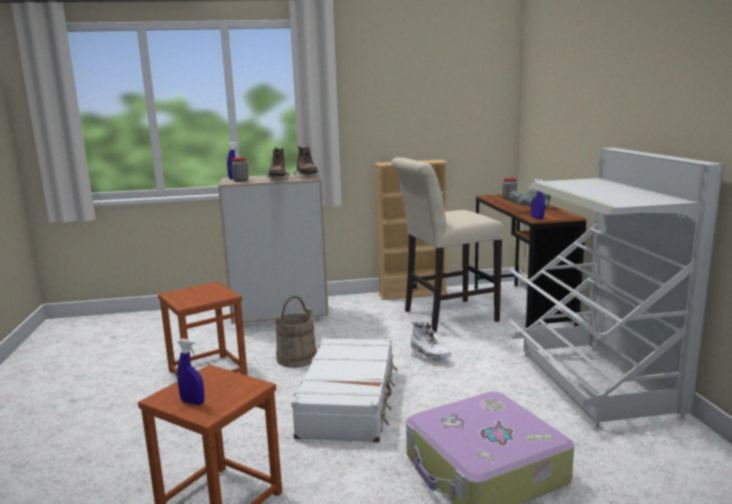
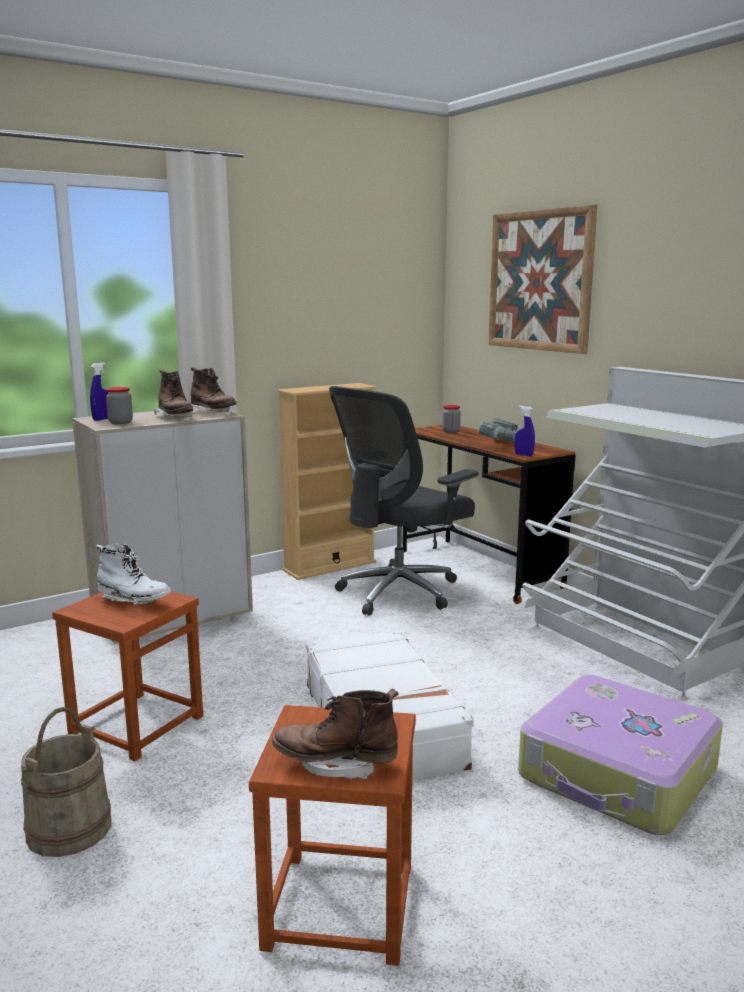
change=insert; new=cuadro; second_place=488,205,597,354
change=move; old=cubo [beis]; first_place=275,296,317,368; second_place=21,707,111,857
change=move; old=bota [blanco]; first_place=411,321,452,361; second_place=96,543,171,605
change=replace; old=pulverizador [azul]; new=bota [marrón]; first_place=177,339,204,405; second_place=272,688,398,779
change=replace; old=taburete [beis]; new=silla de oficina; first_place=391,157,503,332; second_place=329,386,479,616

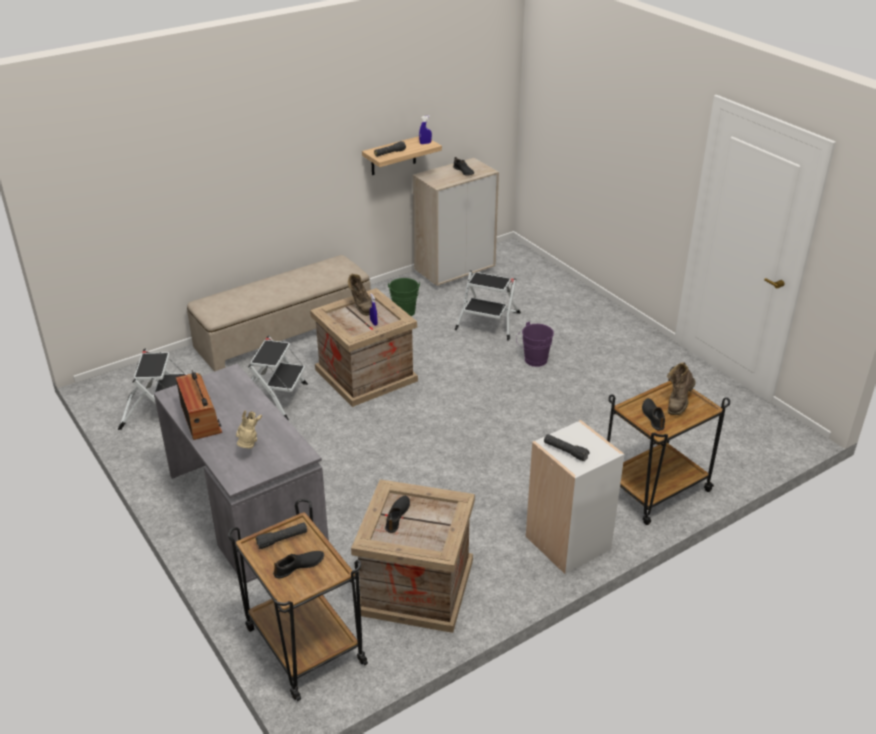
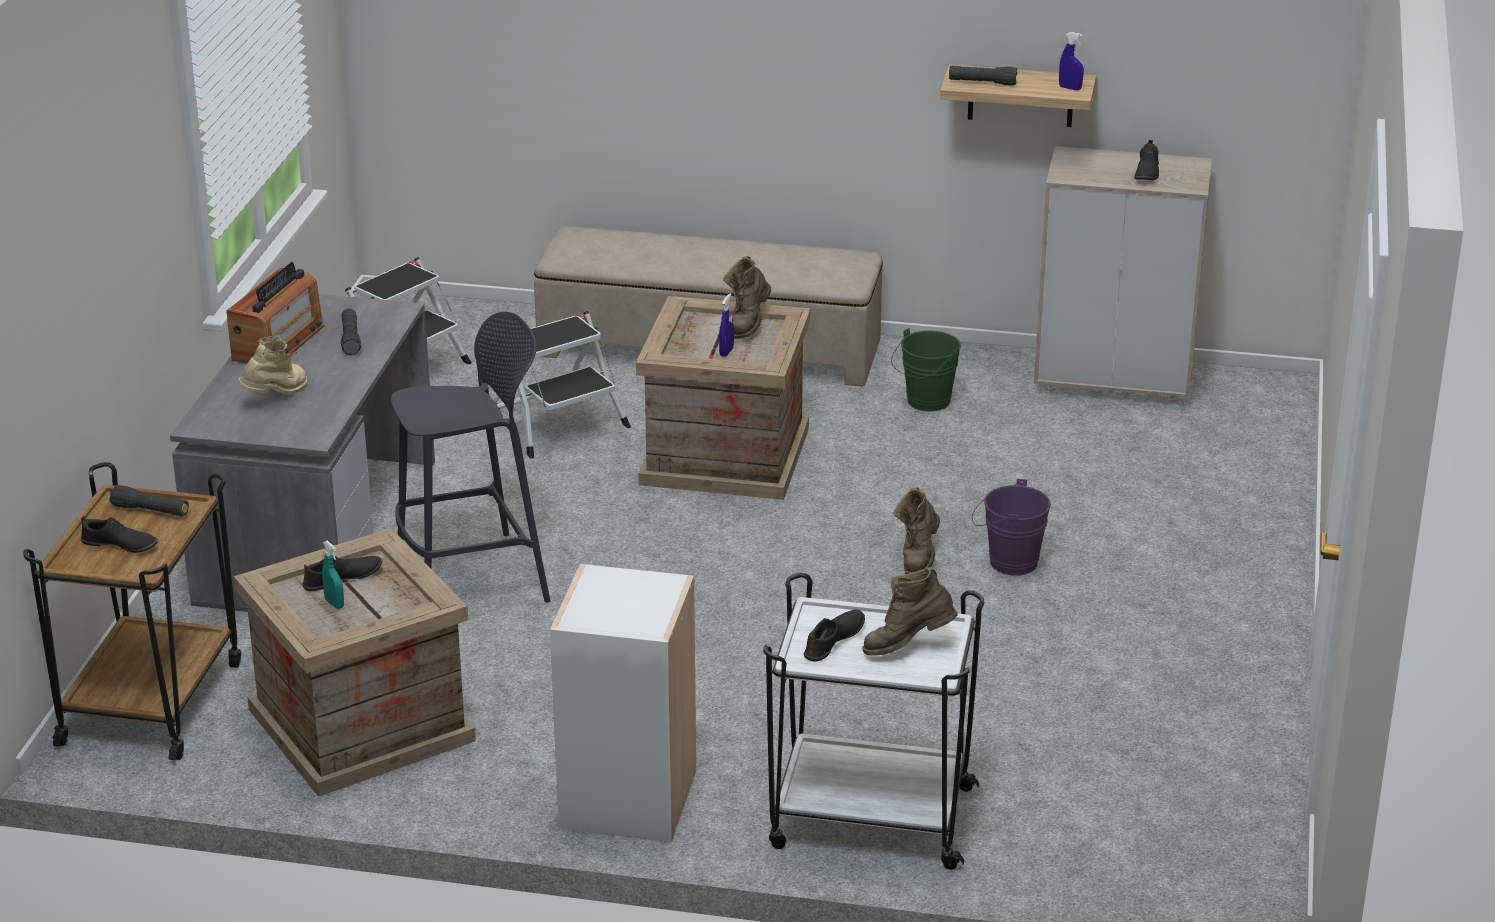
change=delete; old=escalera de tijera; first_place=455,271,521,341
change=insert; new=pulverizador [turquesa]; second_place=322,541,344,609
change=insert; new=taburete [gris]; second_place=391,312,550,603
change=insert; new=bota [marrón]; second_place=894,487,940,574
change=move; old=linterna [negro]; first_place=544,434,589,461; second_place=341,309,361,355
change=recolor; old=carrito [marrón]; new=carrito [blanco]; first_place=607,366,730,525; second_place=763,573,984,870

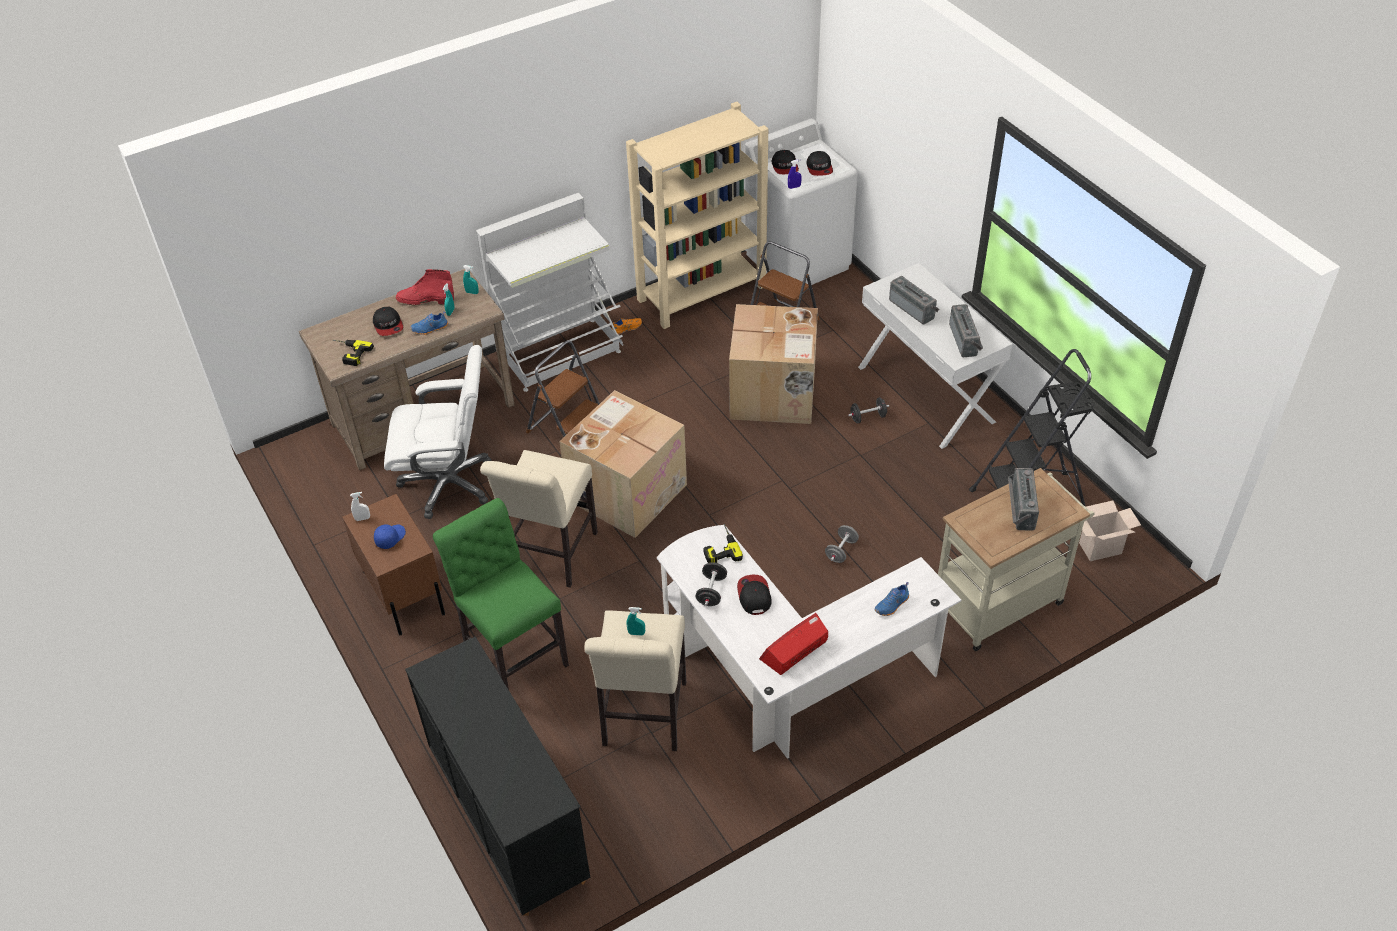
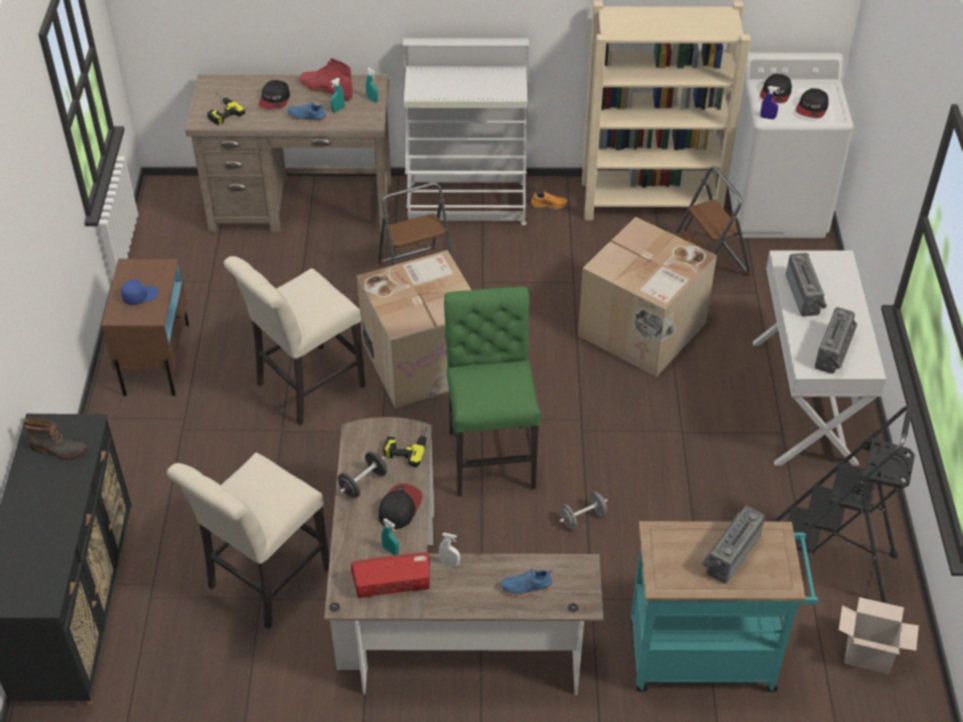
change=delete; old=silla de oficina [blanco]; first_place=384,345,492,519
change=delete; old=mancuerna [negro]; first_place=848,397,889,424
change=insert; new=bota; second_place=23,418,87,460
change=move; old=pulverizador [blanco]; first_place=350,492,370,521; second_place=439,533,460,567
change=move; old=taburete [verde]; first_place=433,498,569,690; second_place=444,286,540,496
change=move; old=pulverizador [turquesa]; first_place=627,607,645,636; second_place=381,519,399,555
change=recolor; old=escritorio [blanco]; new=escritorio [marrón]; first_place=657,525,961,759; second_place=324,417,603,695
change=recolor; old=carrito [beis]; new=carrito [turquesa]; first_place=938,468,1095,651; second_place=631,521,818,692

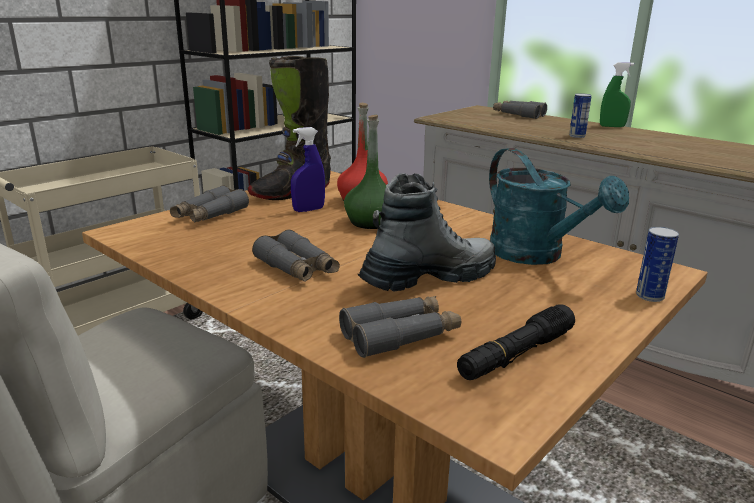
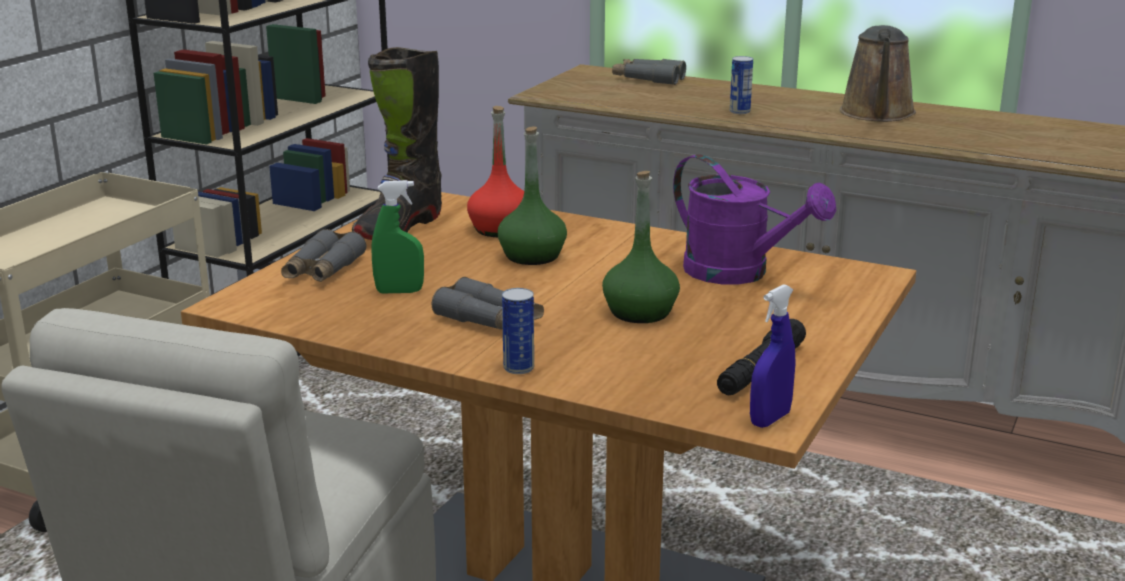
change=delete; old=prismáticos [gris]; first_place=339,296,461,358
change=insert; new=regadera [marrón]; second_place=840,25,916,122
change=move; old=pulverizador [azul]; first_place=291,127,325,212; second_place=750,284,796,428
change=move; old=pulverizador [verde]; first_place=600,62,634,127; second_place=371,180,424,293
change=move; old=lata; first_place=636,227,679,302; second_place=502,288,534,374
change=replace; old=bota; new=botella [verde]; first_place=358,173,496,292; second_place=602,171,680,323
change=recolor; old=regadera [turquesa]; new=regadera [morado]; first_place=489,148,629,265; second_place=673,154,836,284

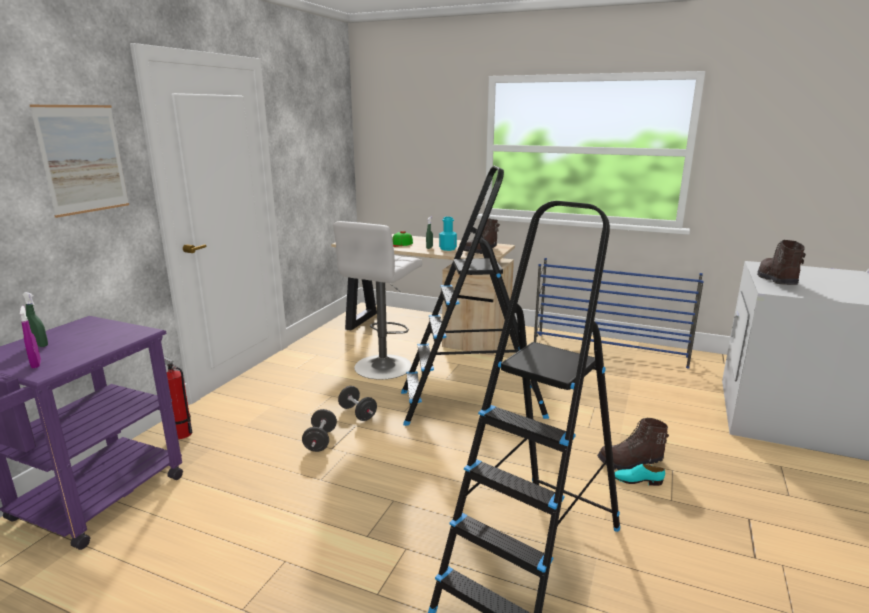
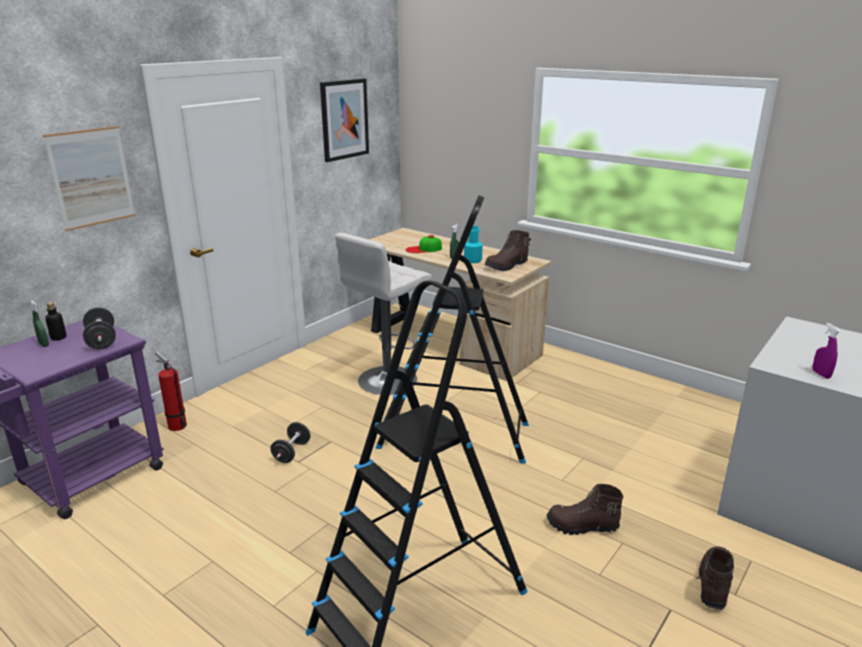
change=delete; old=zapatero [azul]; first_place=534,258,704,368
change=delete; old=zapato [turquesa]; first_place=615,464,665,486
change=insert; new=botella; second_place=45,302,67,341
change=insert; new=cuadro; second_place=320,78,369,162
change=move; old=pulverizador [morado]; first_place=20,306,41,368; second_place=813,323,841,379
change=move; old=mancuerna [negro]; first_place=338,386,377,421; second_place=83,307,116,349
change=move; old=bota [marrón]; first_place=757,240,806,285; second_place=696,546,734,610

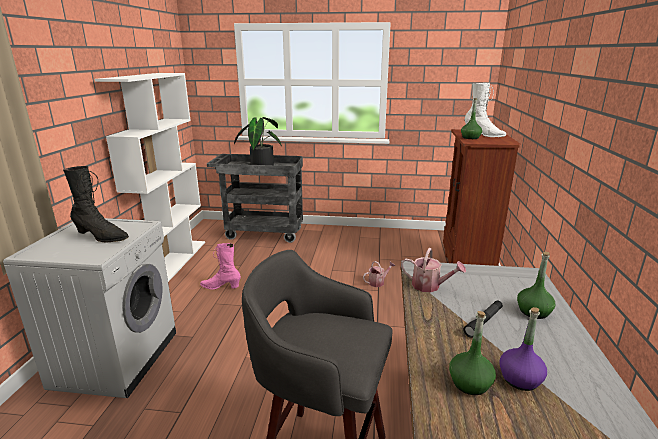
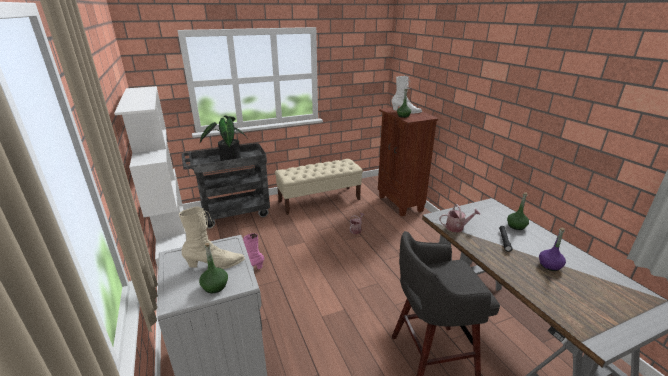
change=insert; new=banco [beis]; second_place=275,159,363,215
change=move; old=botella [verde]; first_place=449,311,496,395; second_place=199,243,228,293
change=recolor; old=bota [negro]; new=bota [beis]; first_place=63,166,129,243; second_place=179,206,245,269

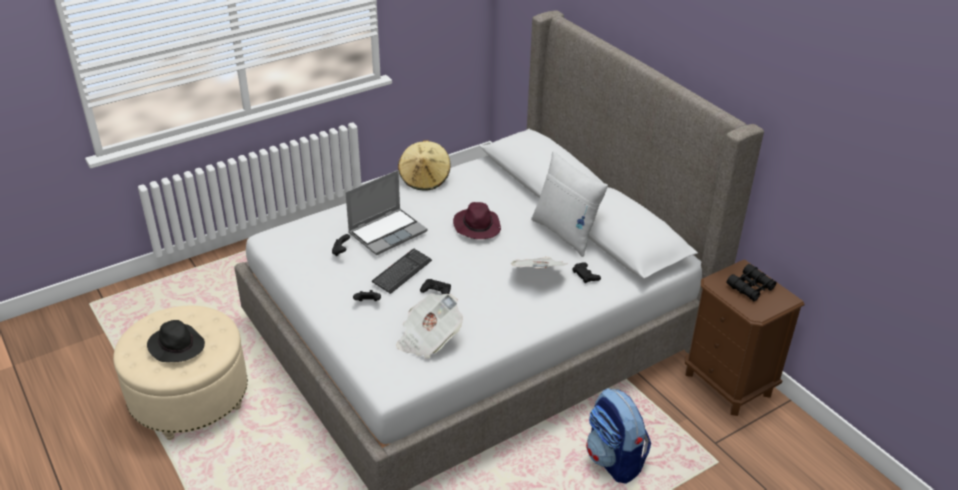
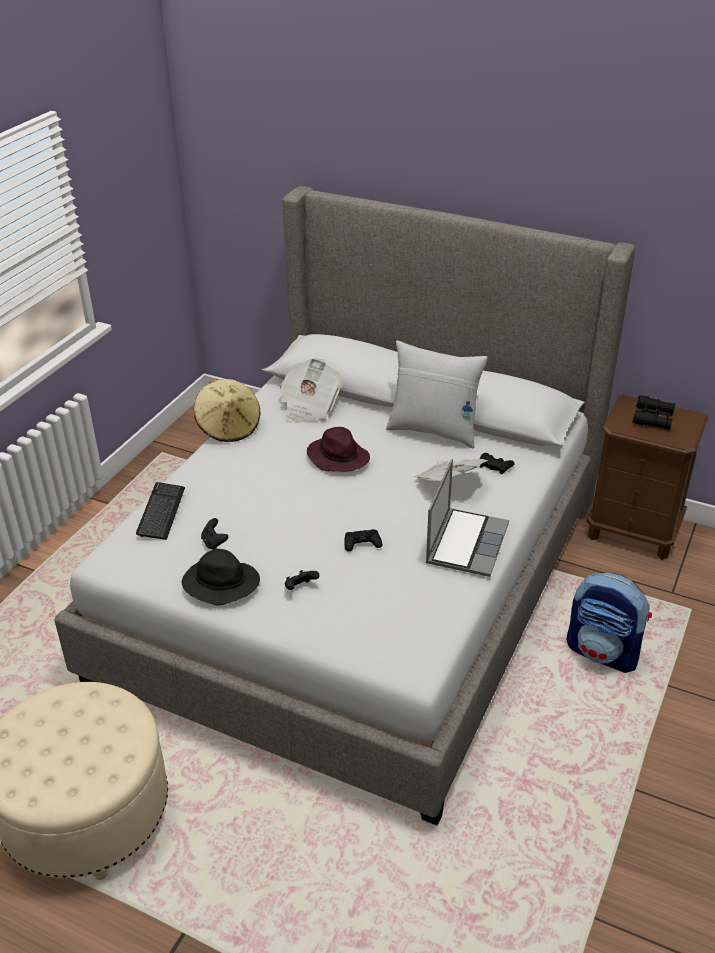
change=move; old=sombrero [negro]; first_place=147,320,205,362; second_place=182,549,260,606
change=move; old=portátil; first_place=345,170,427,255; second_place=426,459,509,577
change=move; old=teclado; first_place=372,249,432,294; second_place=136,482,185,540
change=move; old=periódico; first_place=396,293,463,359; second_place=280,358,342,423

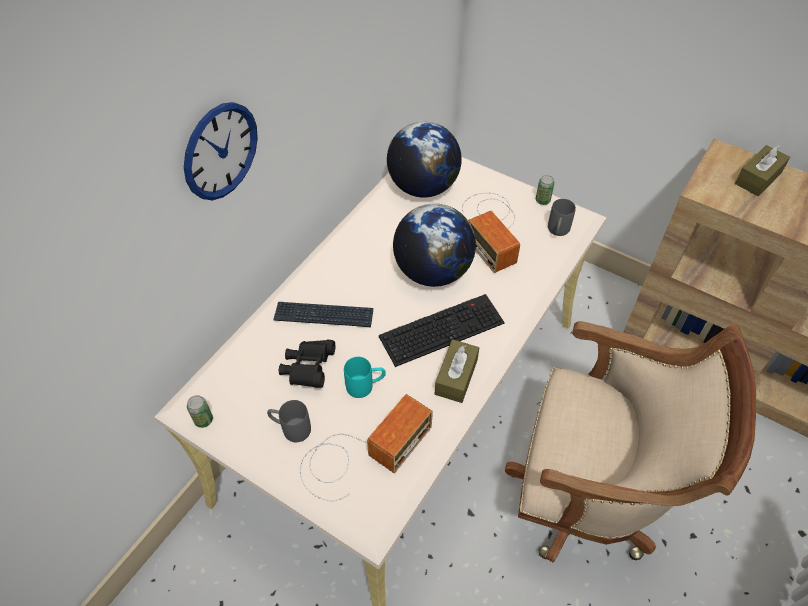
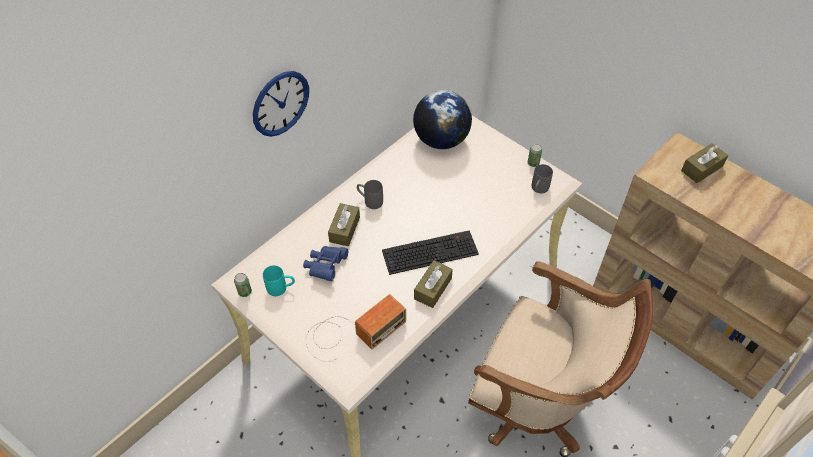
change=delete; old=globo terráqueo; first_place=393,204,476,287
change=delete; old=radio; first_place=462,193,520,273
change=move; old=taza grande [gris]; first_place=267,400,311,442; second_place=357,180,383,209
change=move; old=taza grande [turquesa]; first_place=344,357,386,398; second_place=263,265,295,296
change=replace; old=teclado; new=caja de pañuelos [marrón]; first_place=273,302,373,328; second_place=328,203,360,246
change=recolor; old=prismáticos [negro]; new=prismáticos [azul]; first_place=279,340,335,388; second_place=303,246,348,281

